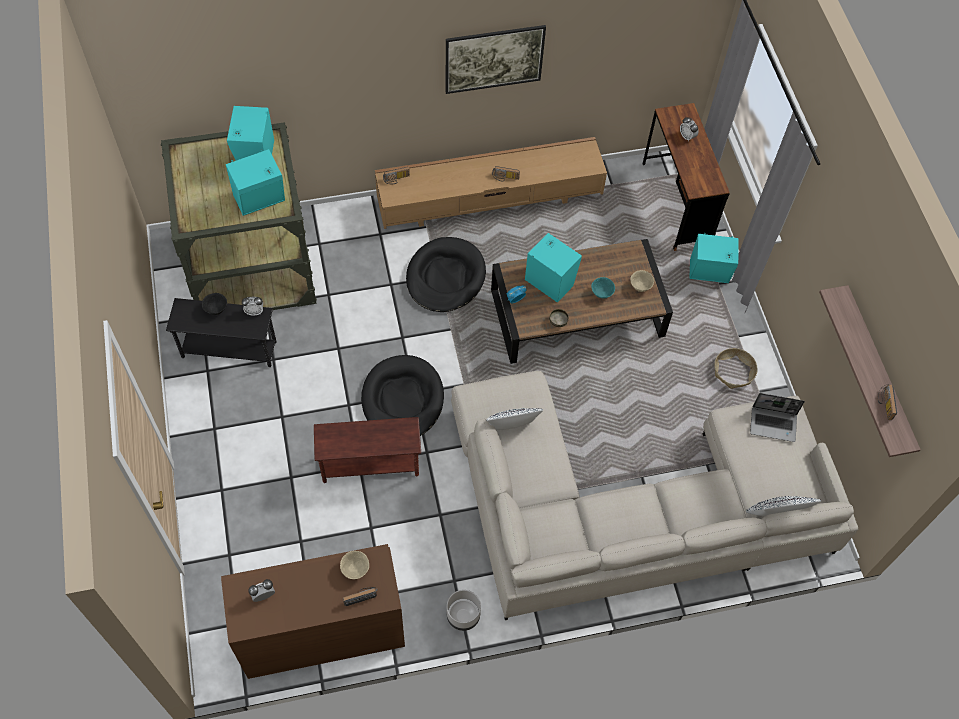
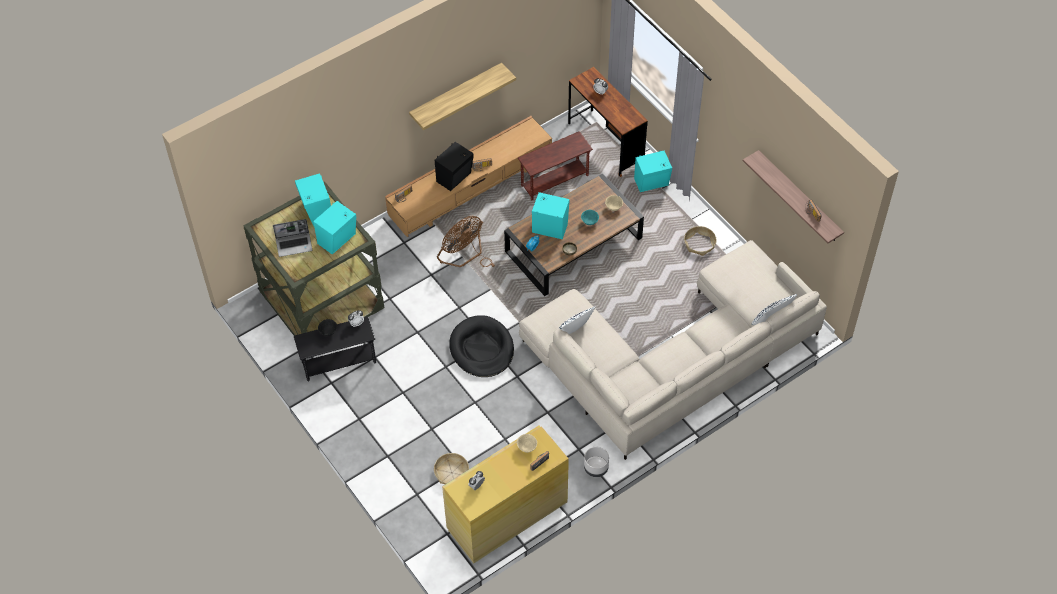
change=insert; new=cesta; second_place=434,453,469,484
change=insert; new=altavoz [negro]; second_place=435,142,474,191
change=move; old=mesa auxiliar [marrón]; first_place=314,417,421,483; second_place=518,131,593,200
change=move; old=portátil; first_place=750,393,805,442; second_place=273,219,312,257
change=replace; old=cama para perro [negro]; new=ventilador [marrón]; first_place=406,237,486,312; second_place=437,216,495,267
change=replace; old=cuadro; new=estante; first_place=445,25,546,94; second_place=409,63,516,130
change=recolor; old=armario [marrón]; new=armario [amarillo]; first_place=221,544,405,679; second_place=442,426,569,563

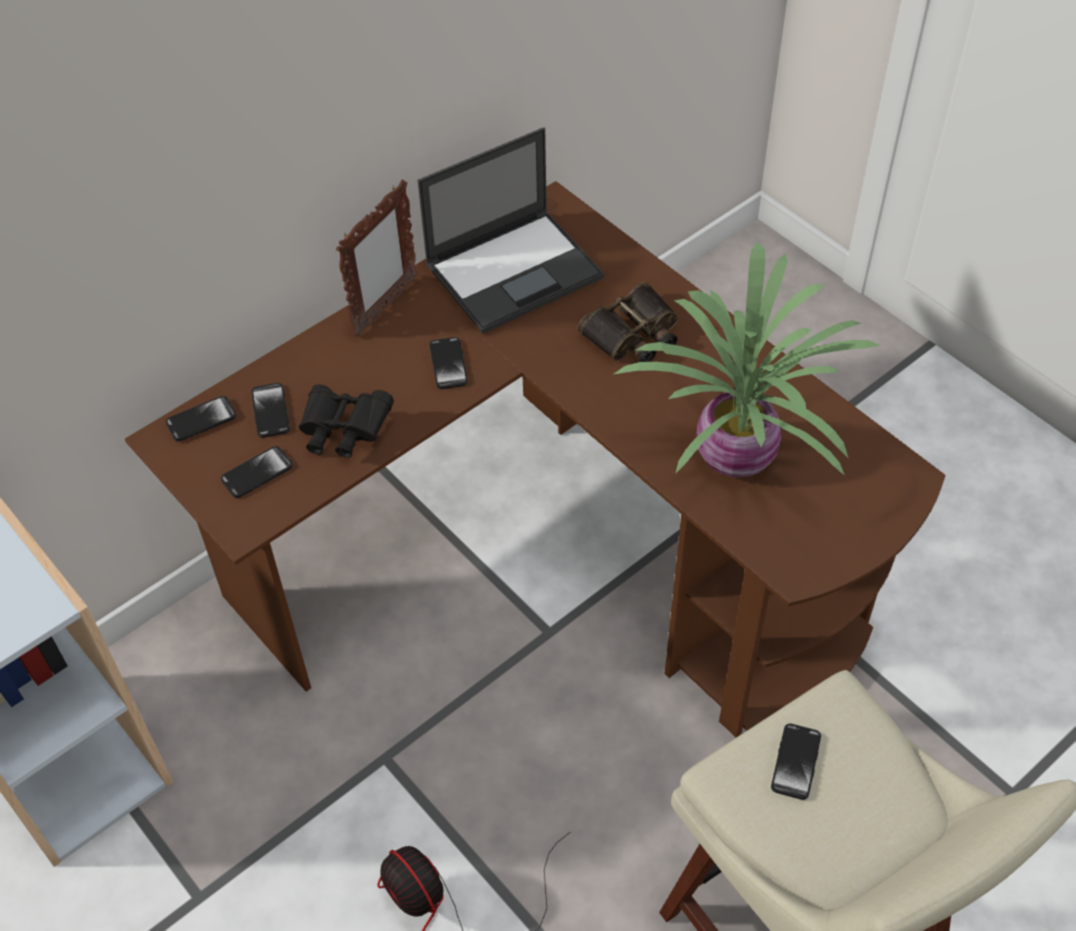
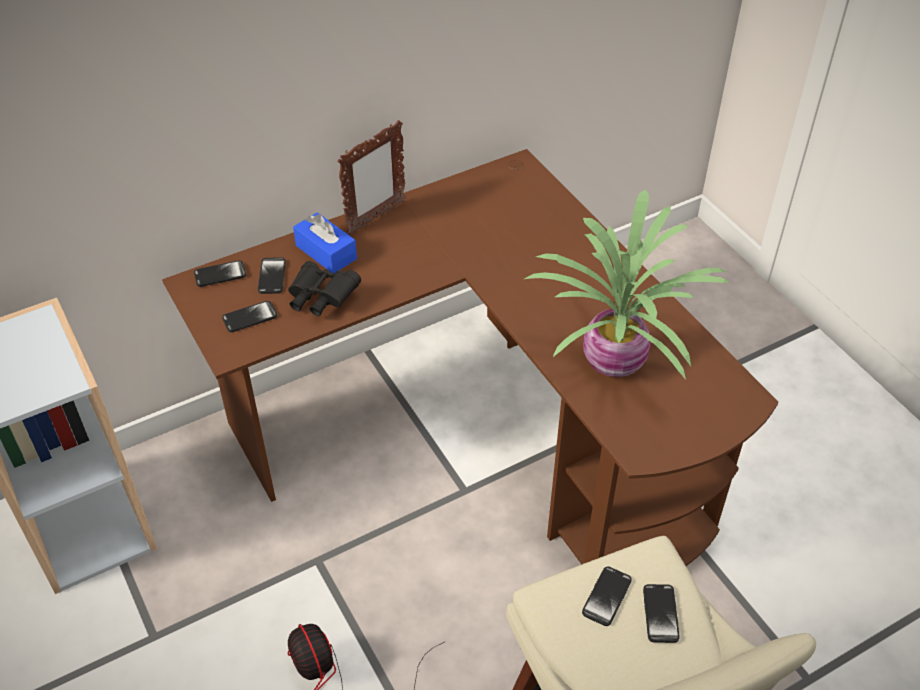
change=delete; old=portátil; first_place=418,127,604,334
change=delete; old=prismáticos; first_place=577,282,679,362
change=insert; new=caja de pañuelos [azul]; second_place=293,212,357,273
change=move; old=móvil; first_place=430,337,468,389; second_place=643,584,680,643

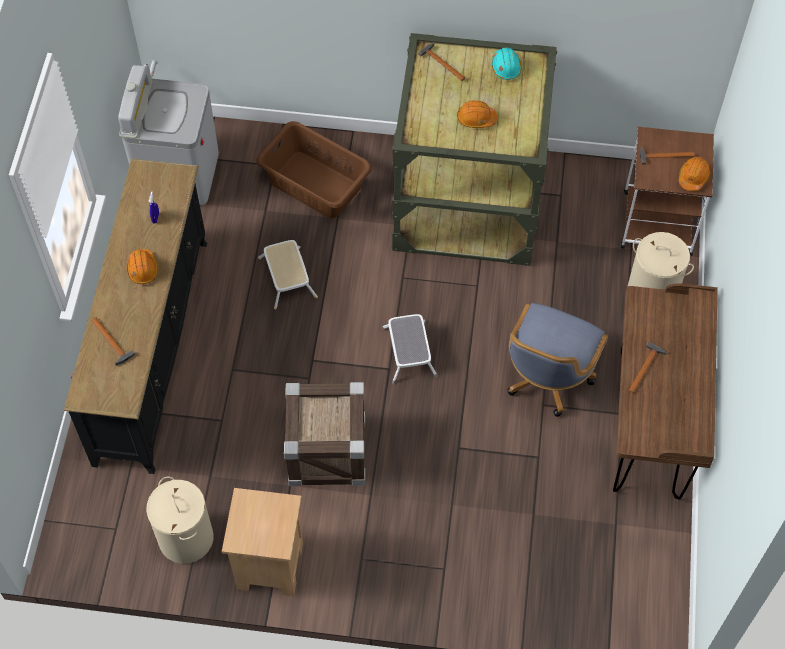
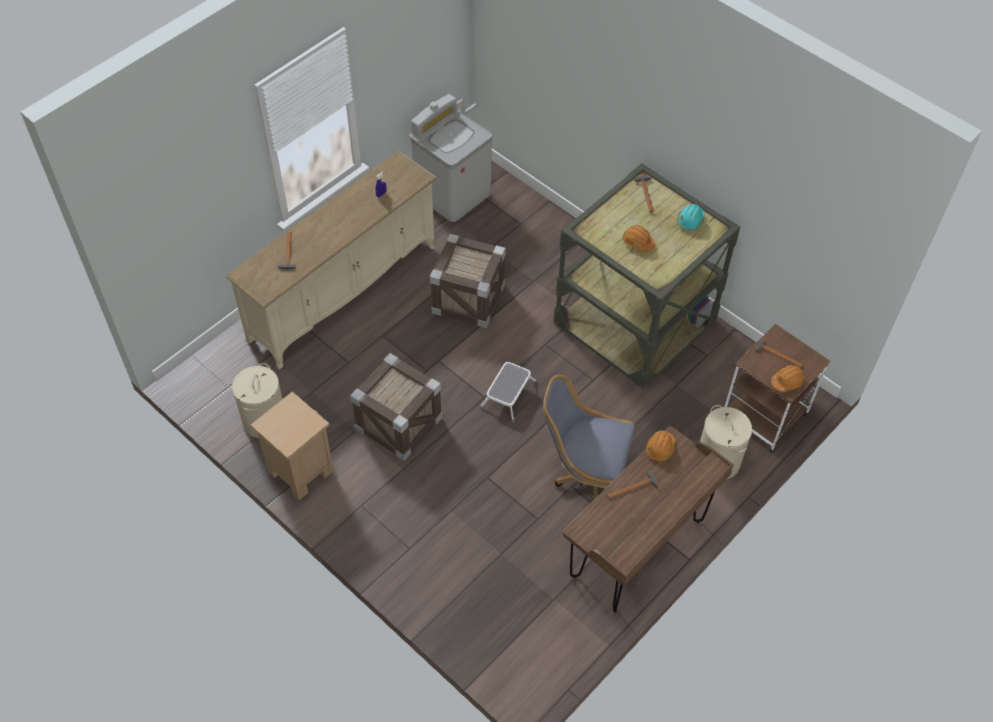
change=delete; old=cesto de la ropa [marrón]; first_place=256,121,372,218
change=move; old=casco [naranja]; first_place=127,249,158,284; second_place=646,431,675,462
change=replace; old=escalera de tijera [beis]; new=caja de embalaje; first_place=258,240,318,309; second_place=430,234,506,328
change=recolor; old=armario [negro]; new=armario [beis]; first_place=64,159,207,474; second_place=226,151,438,369
change=rotate; old=silla de oficina [azul]; first_place=508,303,608,417; second_place=543,375,635,499; degrees=45

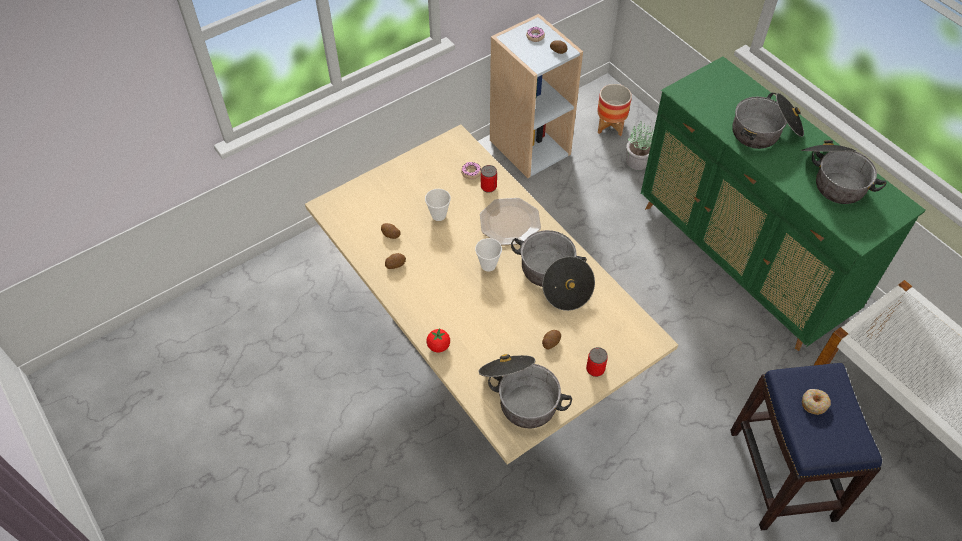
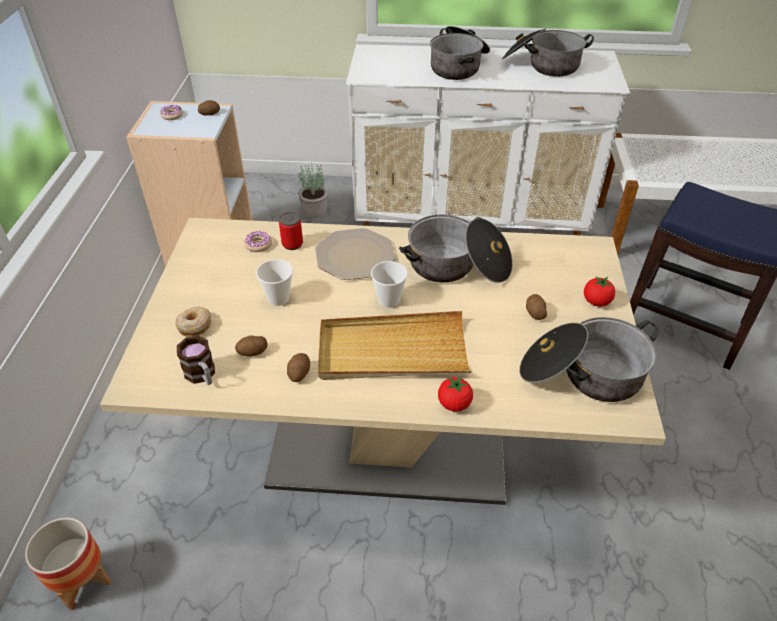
change=insert; new=taza grande; second_place=177,336,215,385
change=insert; new=bandeja [beis]; second_place=318,311,472,380
change=move; old=maceta; first_place=597,84,632,136; second_place=25,517,112,610
change=move; old=rosquilla; first_place=802,389,831,415; second_place=175,307,211,337
change=replace; old=lata; new=tomate; first_place=586,347,608,377; second_place=584,277,615,307
change=recolor; old=armario [verde]; new=armario [blanco]; first_place=641,56,925,351; second_place=346,44,630,236

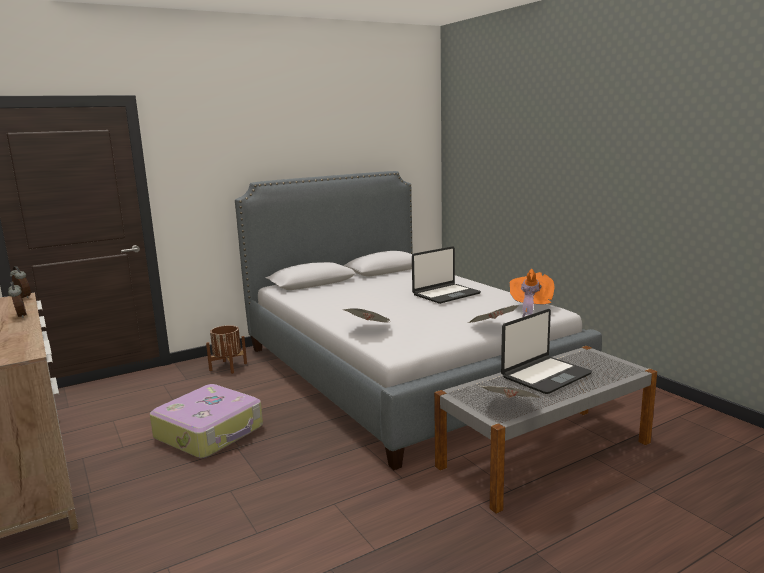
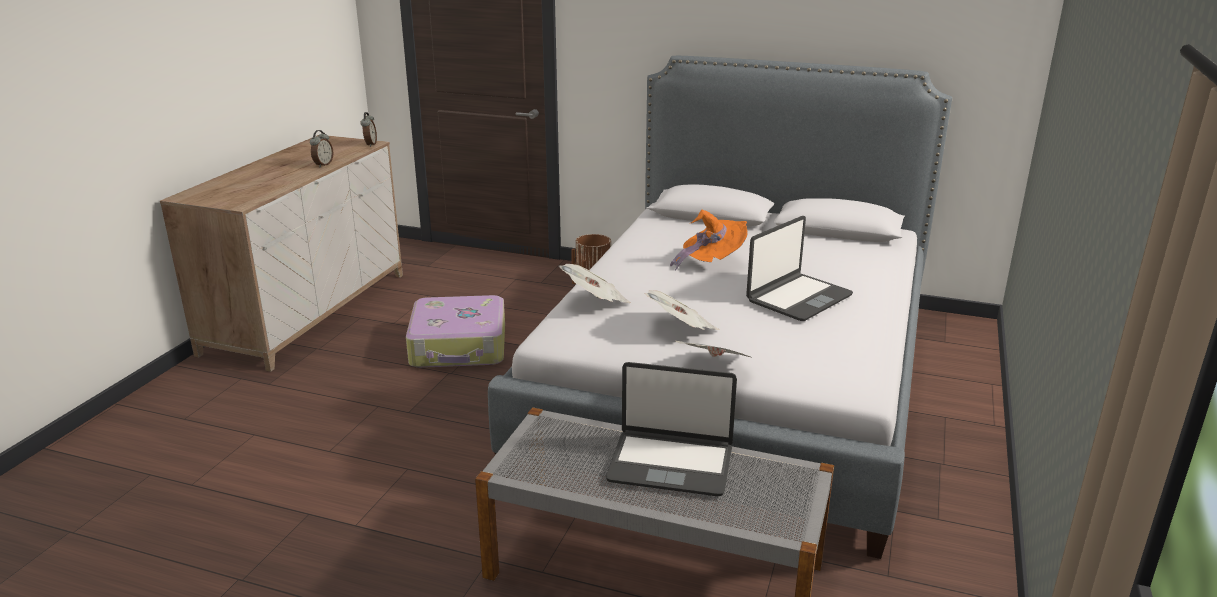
change=move; old=periódico; first_place=481,386,541,398; second_place=644,290,719,330
change=move; old=sombrero [naranja]; first_place=510,269,555,317; second_place=670,210,748,270
change=rotate; old=portátil; first_place=412,246,481,304; second_place=746,216,853,321; degrees=-60

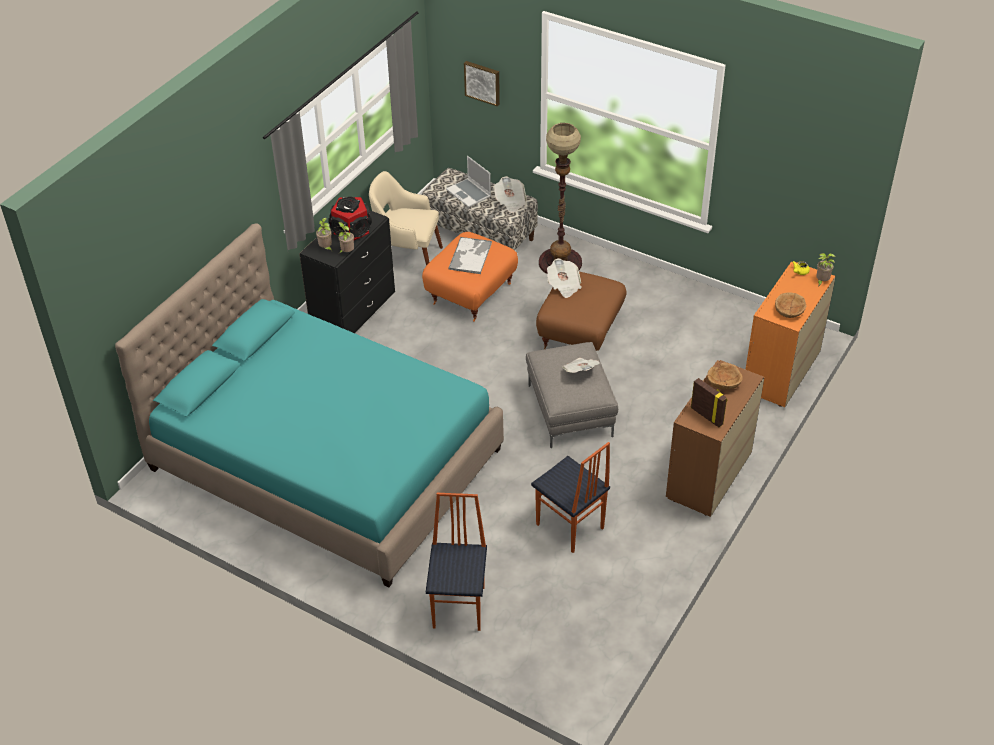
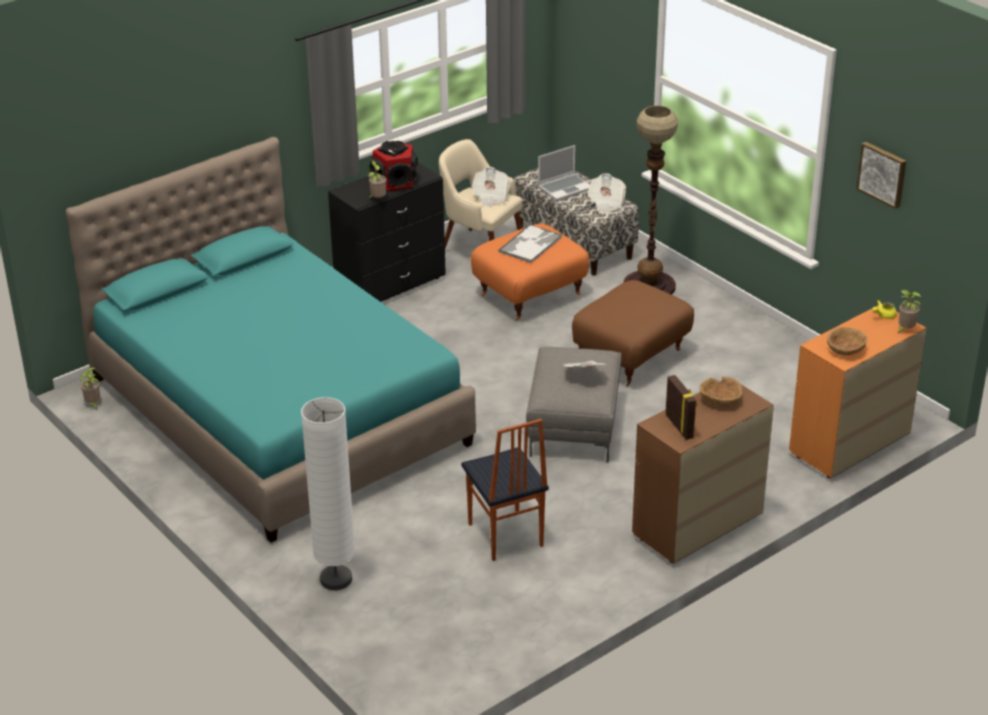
change=move; old=planta en maceta; first_place=316,218,332,251; second_place=79,367,100,410
change=move; old=cuadro; first_place=464,61,500,106; second_place=856,142,906,209
change=move; old=periódico; first_place=547,258,582,298; second_place=471,167,510,207
change=replace; old=silla; new=lámpara de pie [blanco]; first_place=426,493,487,631; second_place=301,397,355,590
change=rotate; old=portátil; first_place=446,156,491,207; second_place=538,145,590,201; degrees=-105

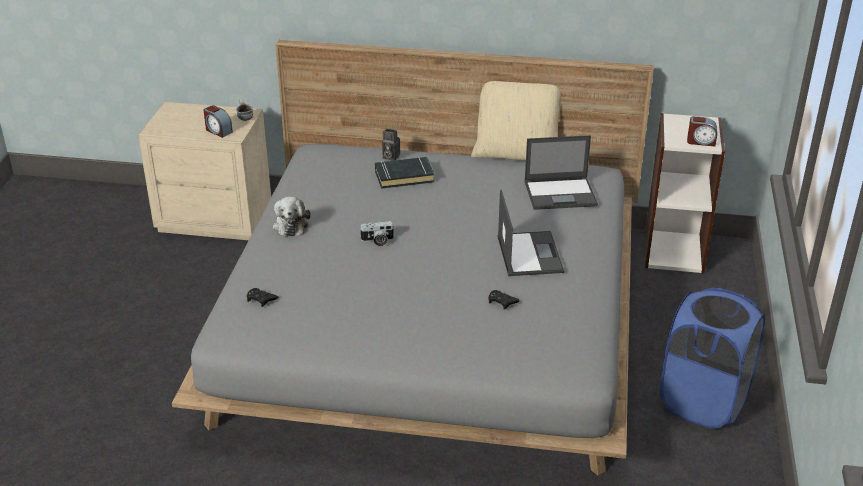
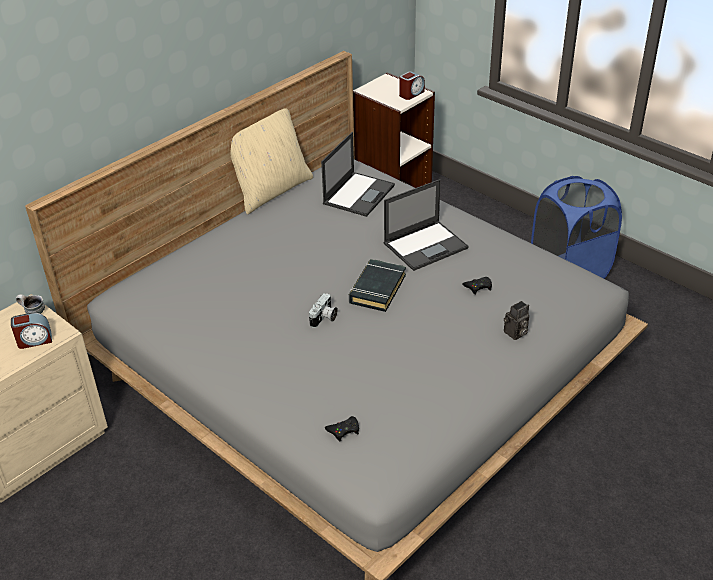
change=delete; old=peluche; first_place=273,197,311,237
change=move; old=libro [negro]; first_place=375,157,435,189; second_place=349,259,406,312
change=move; old=cámara; first_place=382,129,400,161; second_place=504,301,529,340
change=rotate; old=portátil; first_place=498,189,564,276; second_place=384,179,469,271; degrees=120

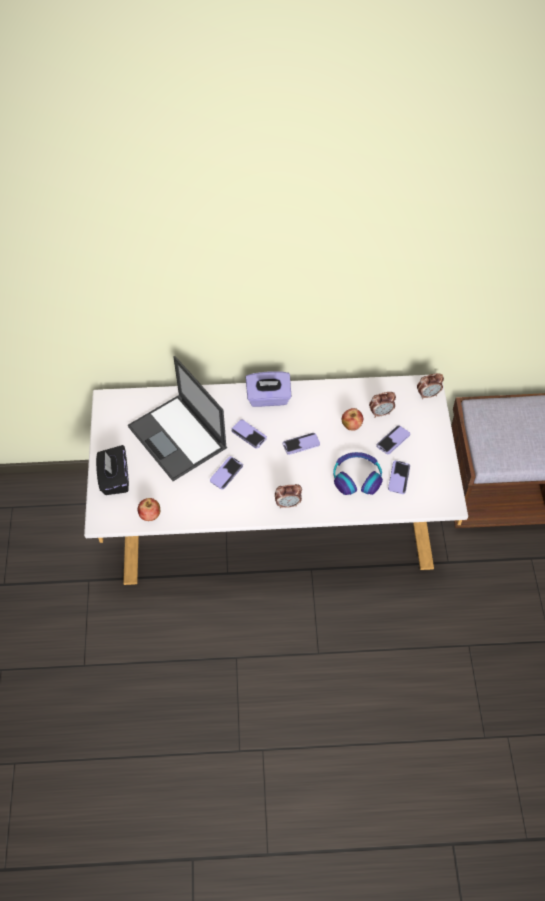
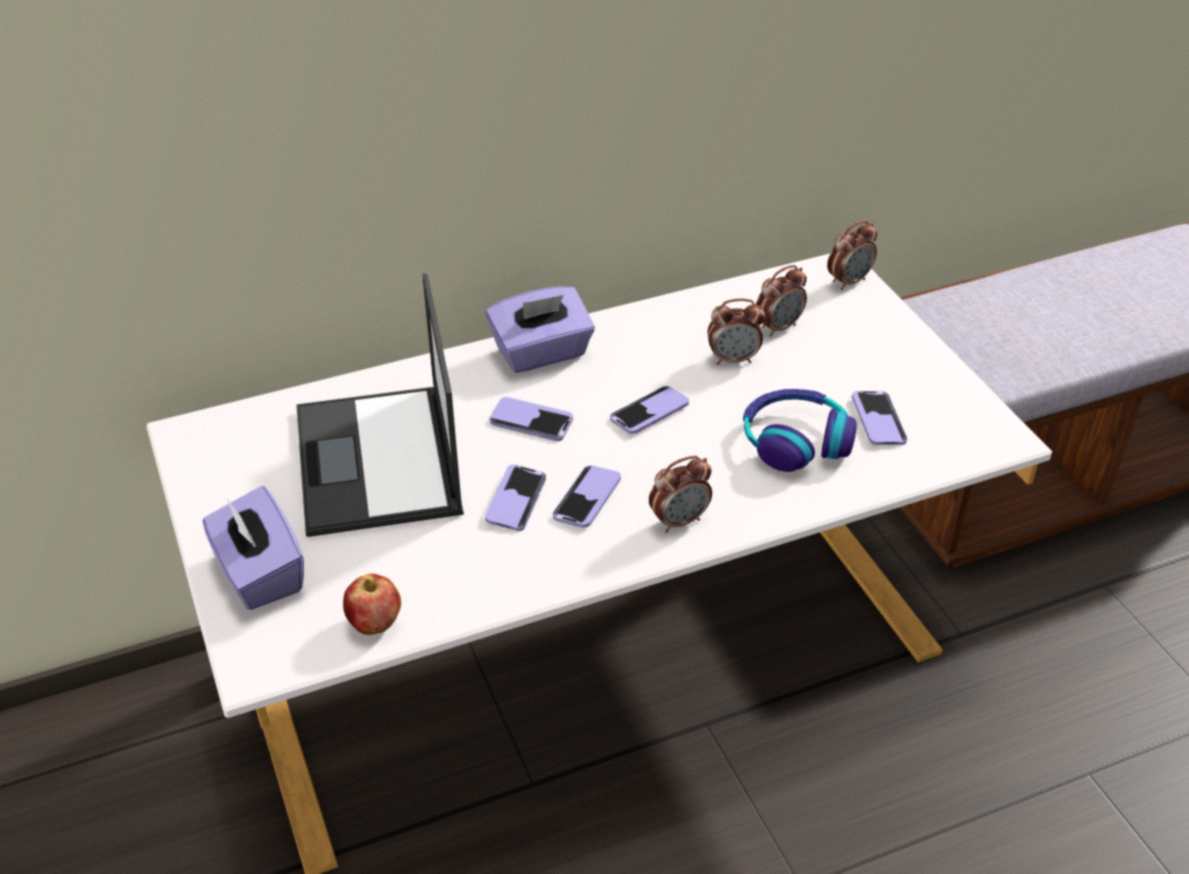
change=move; old=móvil; first_place=376,425,410,454; second_place=553,465,621,528
change=replace; old=manzana; new=despertador; first_place=342,408,363,430; second_place=707,299,765,365
change=recolor; old=caja de pañuelos [negro]; new=caja de pañuelos [morado]; first_place=96,445,129,495; second_place=202,486,304,610
change=rotate; old=portátil; first_place=128,356,227,481; second_place=296,273,464,537; degrees=45

